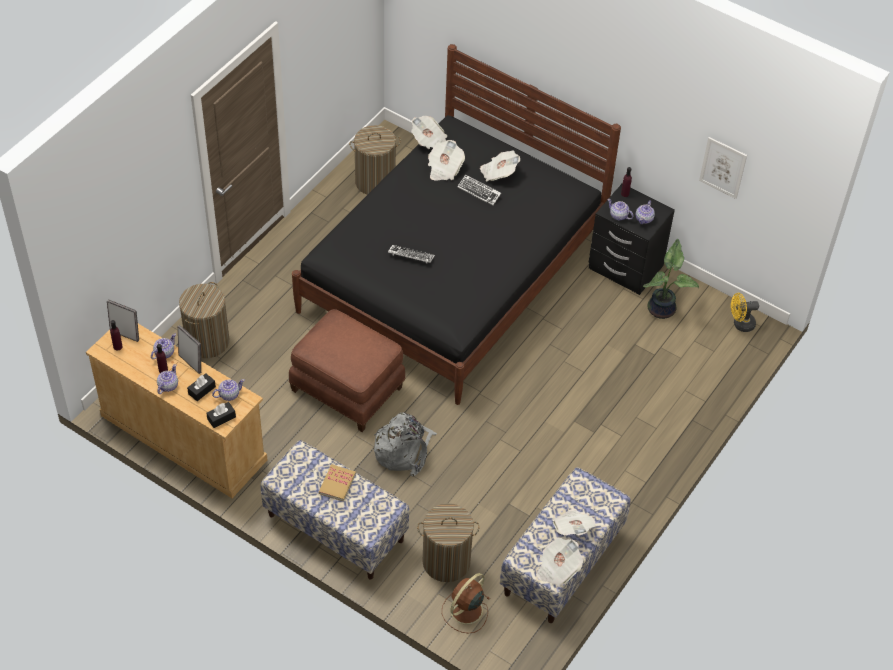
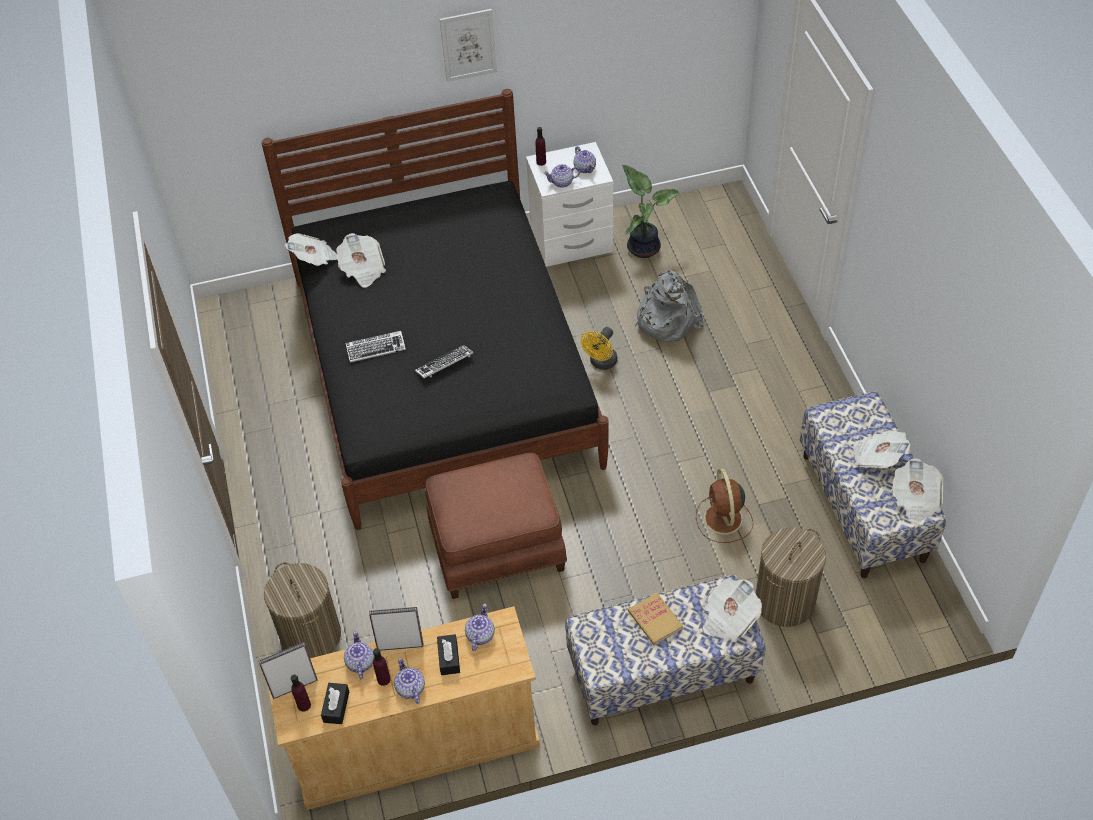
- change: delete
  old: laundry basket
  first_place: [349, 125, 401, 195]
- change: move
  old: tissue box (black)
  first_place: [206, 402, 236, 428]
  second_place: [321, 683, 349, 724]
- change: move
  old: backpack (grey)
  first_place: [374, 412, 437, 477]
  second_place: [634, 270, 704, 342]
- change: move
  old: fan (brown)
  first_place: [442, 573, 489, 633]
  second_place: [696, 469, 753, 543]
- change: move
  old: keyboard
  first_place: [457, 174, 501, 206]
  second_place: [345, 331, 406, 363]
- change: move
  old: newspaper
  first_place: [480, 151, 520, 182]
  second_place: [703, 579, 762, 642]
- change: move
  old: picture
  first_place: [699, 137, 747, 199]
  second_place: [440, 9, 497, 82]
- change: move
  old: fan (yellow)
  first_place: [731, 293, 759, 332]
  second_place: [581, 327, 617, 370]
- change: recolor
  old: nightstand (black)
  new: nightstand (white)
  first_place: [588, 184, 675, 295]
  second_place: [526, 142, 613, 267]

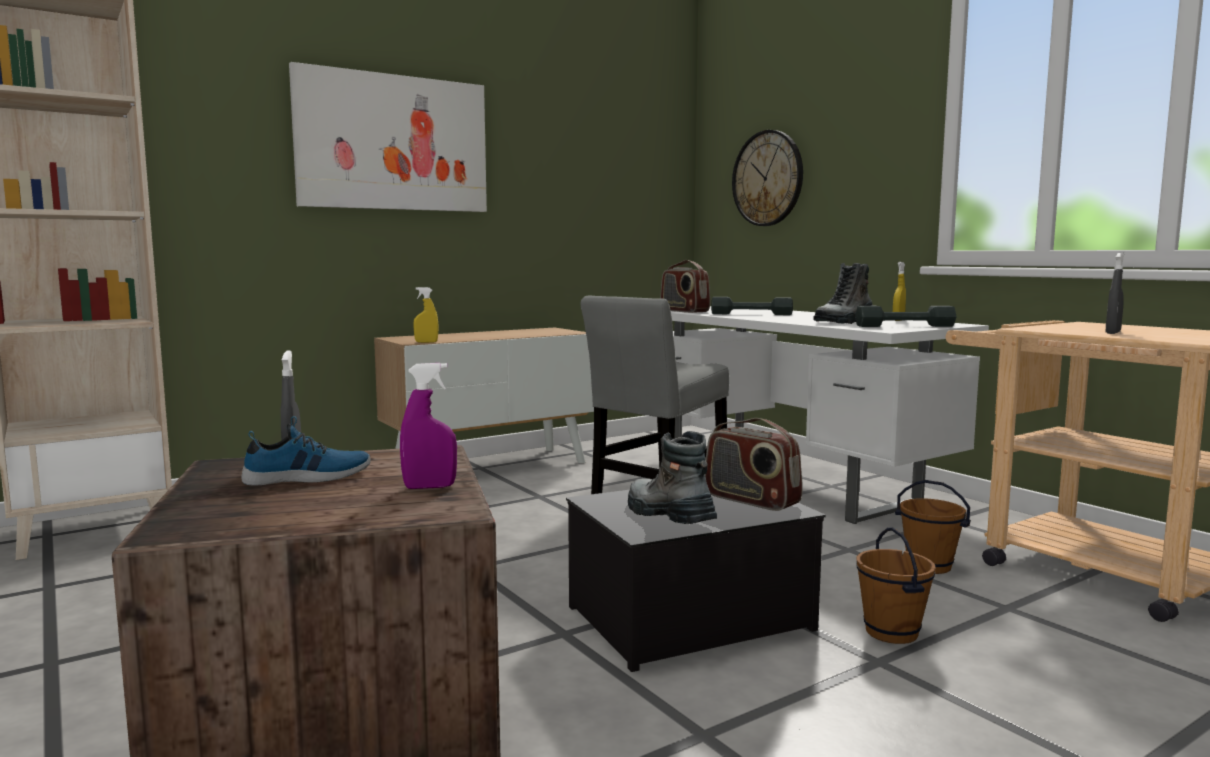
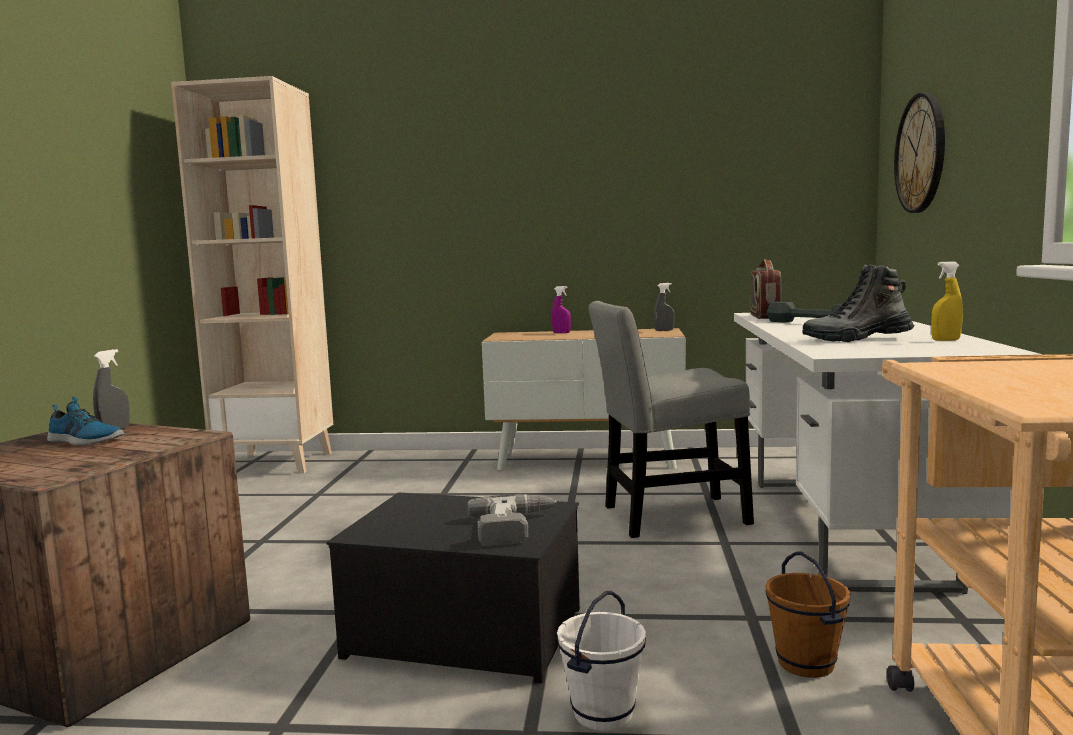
- change: delete
  old: picture
  first_place: [289, 62, 487, 212]
- change: delete
  old: spray bottle (yellow)
  first_place: [413, 287, 438, 343]
- change: delete
  old: boot
  first_place: [628, 431, 717, 524]
- change: delete
  old: dumbbell (grey)
  first_place: [855, 306, 956, 327]
- change: move
  old: spray bottle (purple)
  first_place: [400, 363, 457, 489]
  second_place: [552, 286, 571, 333]
- change: move
  old: spray bottle (grey)
  first_place: [1106, 253, 1124, 334]
  second_place: [654, 283, 675, 331]
- change: replace
  old: radio
  new: power drill
  first_place: [705, 418, 803, 511]
  second_place: [467, 494, 557, 546]
- change: recolor
  old: bucket (brown)
  new: bucket (white)
  first_place: [856, 527, 936, 644]
  second_place: [557, 591, 646, 731]

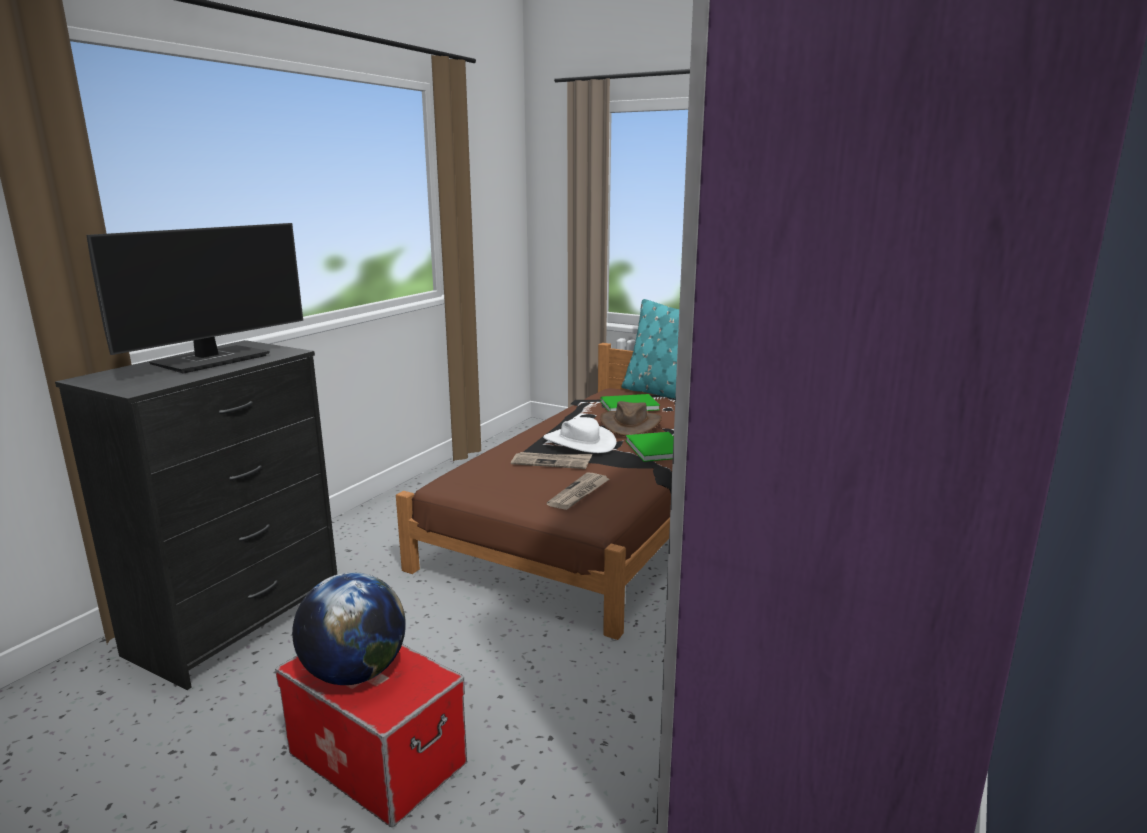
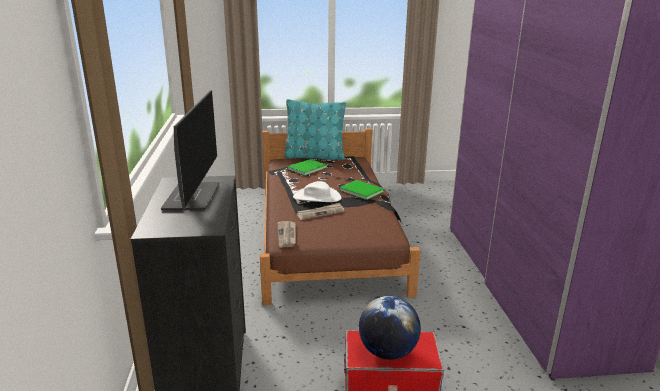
- change: delete
  old: hat (brown)
  first_place: [600, 401, 662, 436]
- change: move
  old: newspaper
  first_place: [547, 473, 609, 510]
  second_place: [278, 221, 296, 247]

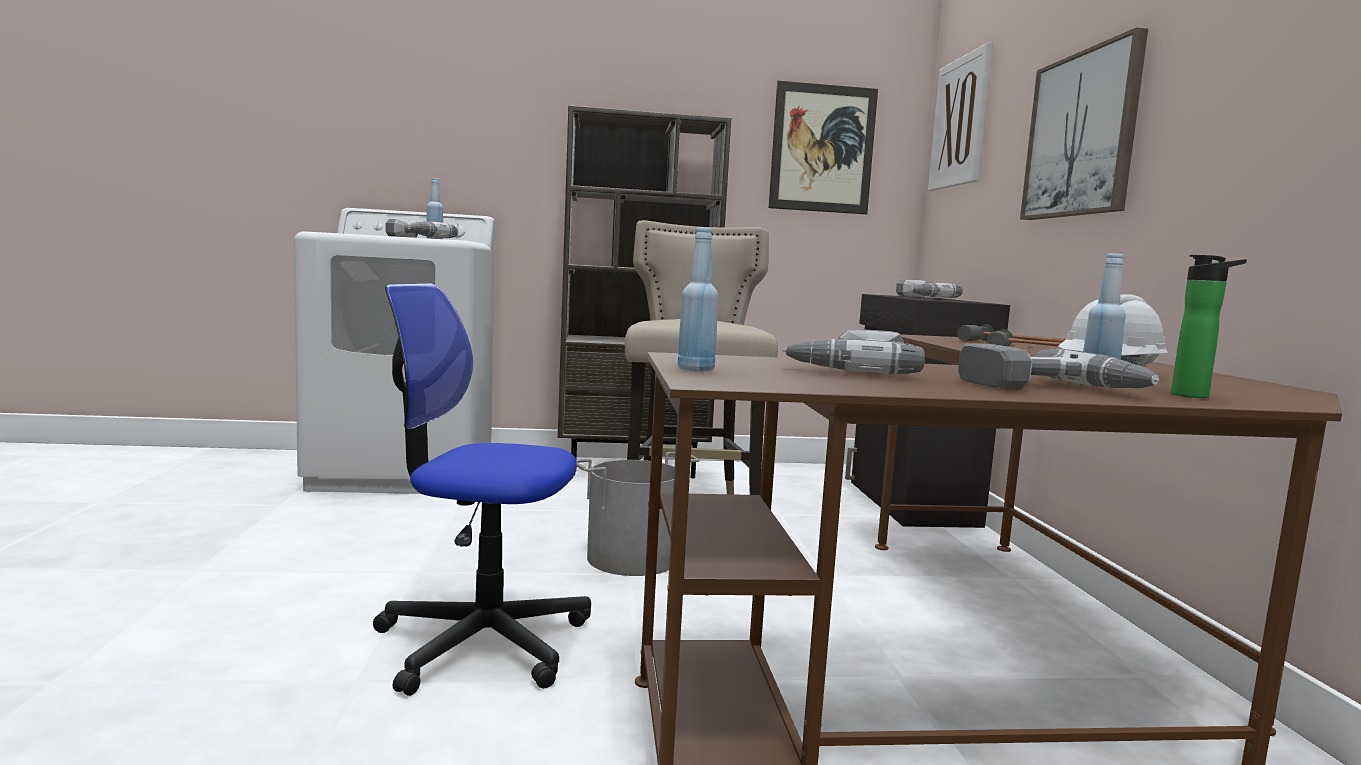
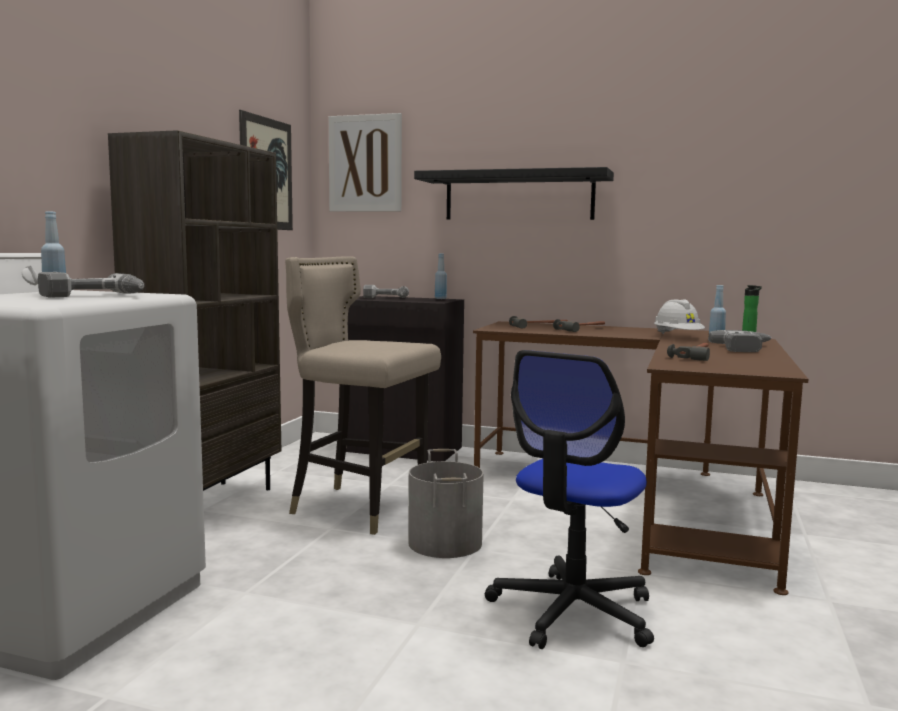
- change: move
  old: bottle (blue)
  first_place: [678, 227, 718, 372]
  second_place: [435, 254, 447, 299]
- change: replace
  old: power drill
  new: hammer
  first_place: [783, 329, 925, 374]
  second_place: [667, 343, 710, 361]
- change: replace
  old: picture
  new: shelf (black)
  first_place: [1020, 28, 1148, 220]
  second_place: [414, 167, 614, 220]

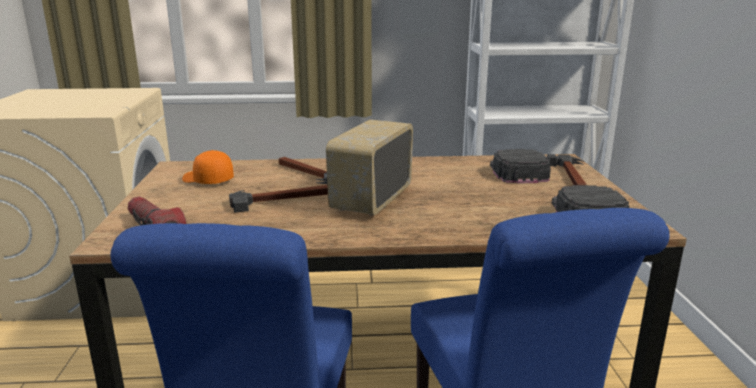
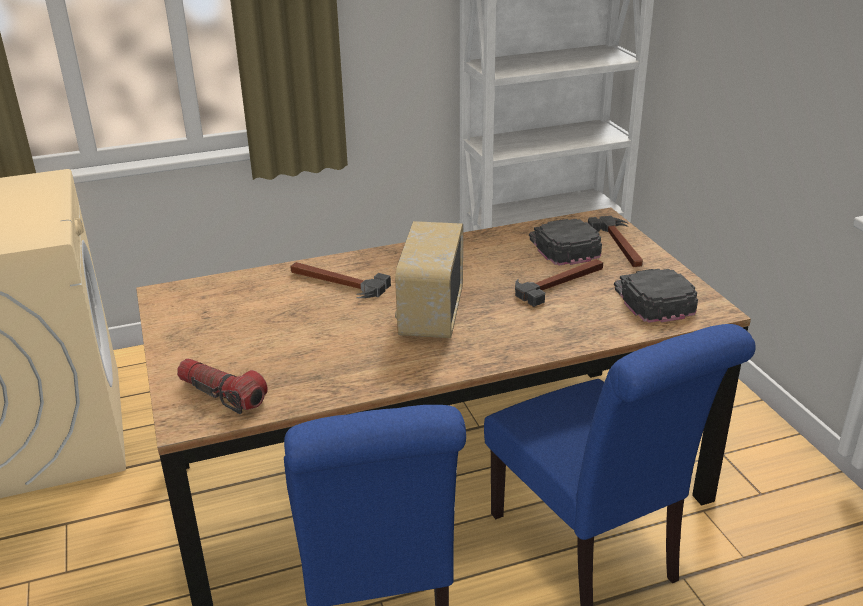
- change: delete
  old: cap (orange)
  first_place: [182, 150, 234, 184]
- change: move
  old: hammer
  first_place: [229, 185, 328, 213]
  second_place: [515, 259, 603, 307]

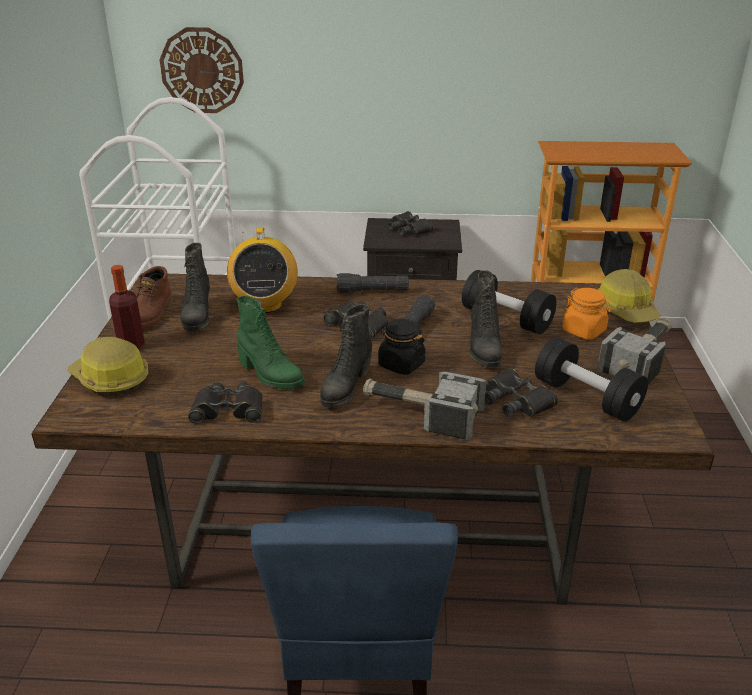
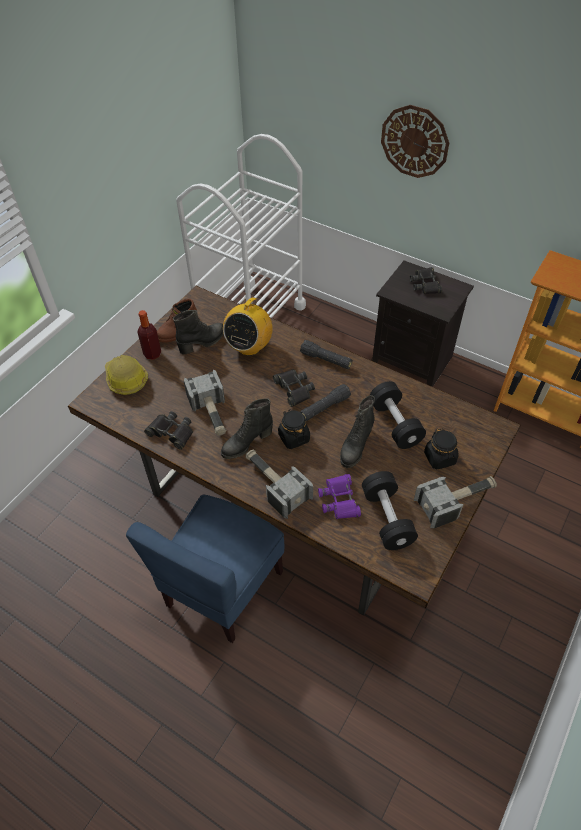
- change: delete
  old: hard hat
  first_place: [598, 269, 661, 323]
- change: move
  old: wall clock
  first_place: [159, 27, 244, 113]
  second_place: [381, 105, 449, 178]
- change: replace
  old: boot (green)
  new: hammer
  first_place: [237, 296, 305, 389]
  second_place: [184, 369, 227, 436]
- change: recolor
  old: binoculars (black)
  new: binoculars (purple)
  first_place: [485, 368, 558, 417]
  second_place: [318, 474, 361, 519]
- change: recolor
  old: jar (orange)
  new: jar (black)
  first_place: [562, 288, 612, 339]
  second_place: [424, 428, 459, 469]
- change: rotate
  old: boot (black)
  first_place: [181, 243, 210, 332]
  second_place: [173, 310, 224, 355]
  degrees: -150

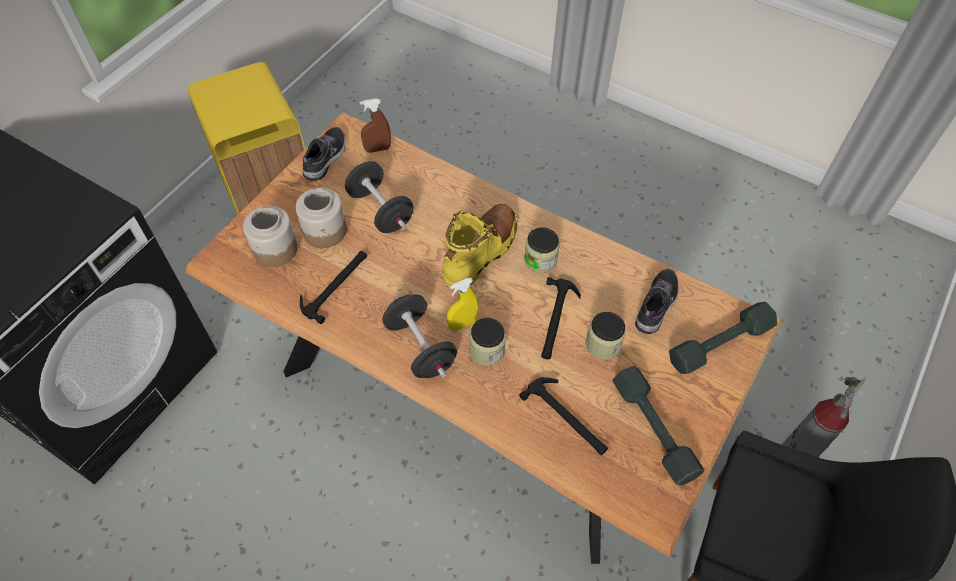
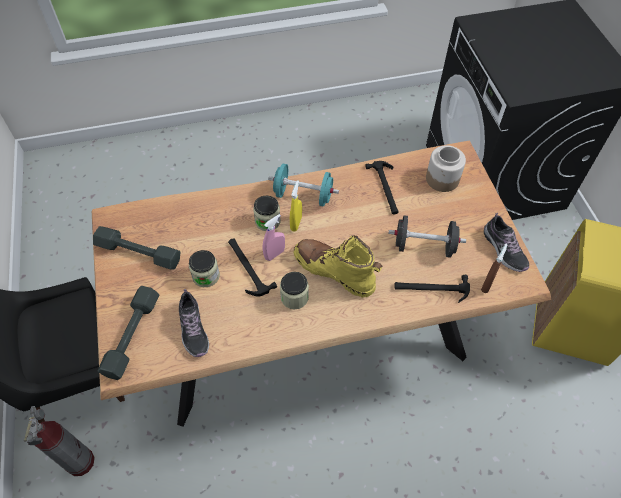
- change: delete
  old: jar
  first_place: [295, 188, 347, 248]
- change: insert
  new: spray bottle (pink)
  second_place: [263, 214, 285, 261]
- change: move
  old: hammer
  first_place: [519, 377, 608, 455]
  second_place: [394, 275, 470, 303]
- change: recolor
  old: dumbbell (black)
  new: dumbbell (turquoise)
  first_place: [382, 294, 457, 378]
  second_place: [268, 164, 339, 206]
- change: rotate
  old: boot (yellow)
  first_place: [442, 204, 517, 289]
  second_place: [293, 235, 383, 298]
  degrees: 135

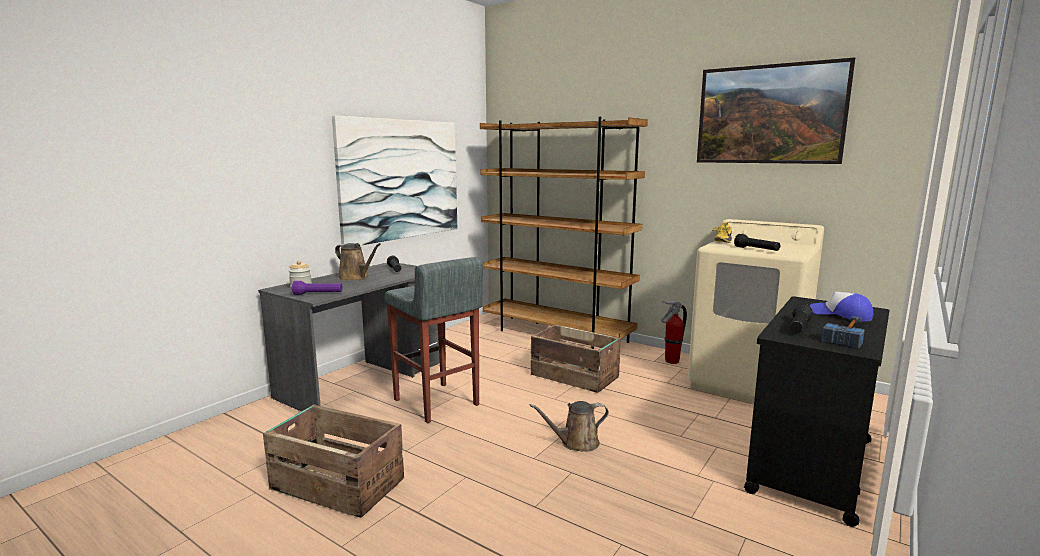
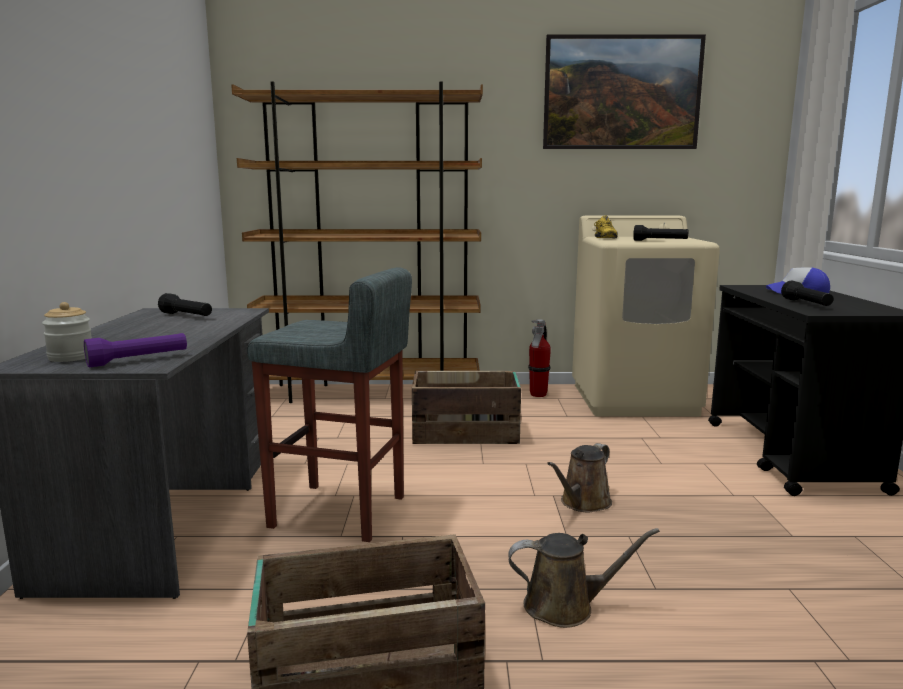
- change: delete
  old: picture
  first_place: [332, 115, 457, 245]
- change: delete
  old: hammer
  first_place: [821, 316, 865, 348]
- change: move
  old: watering can (brown)
  first_place: [335, 243, 381, 281]
  second_place: [508, 528, 660, 628]

